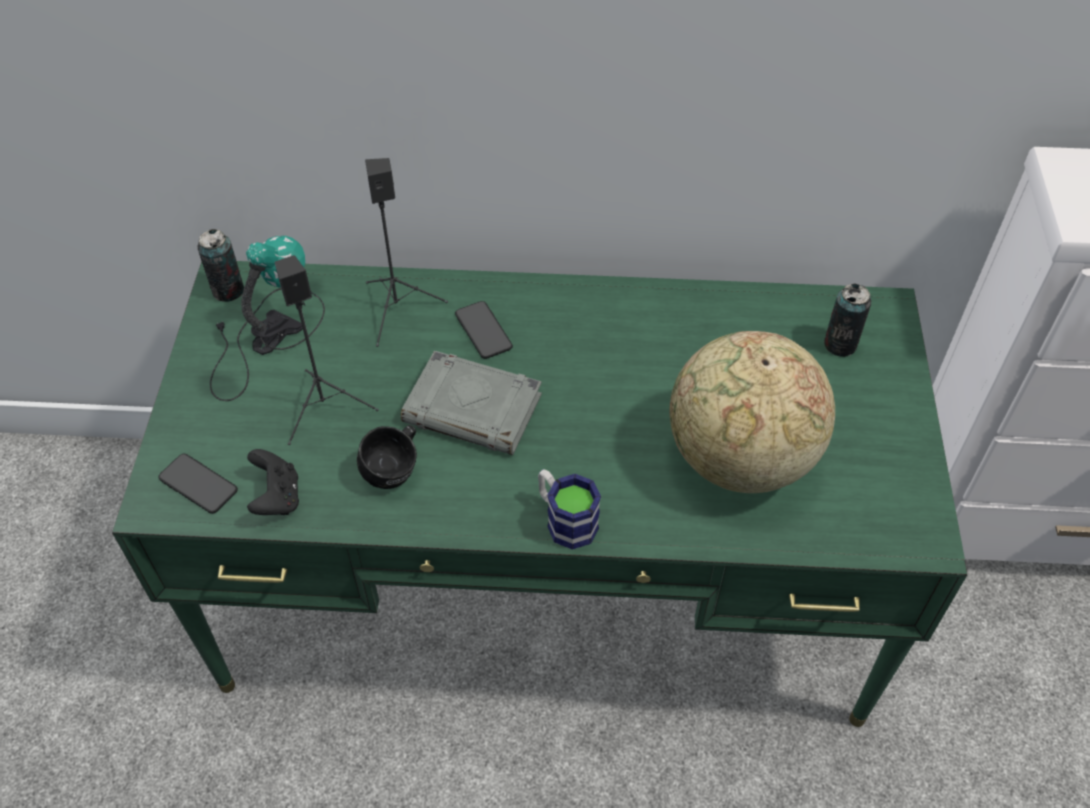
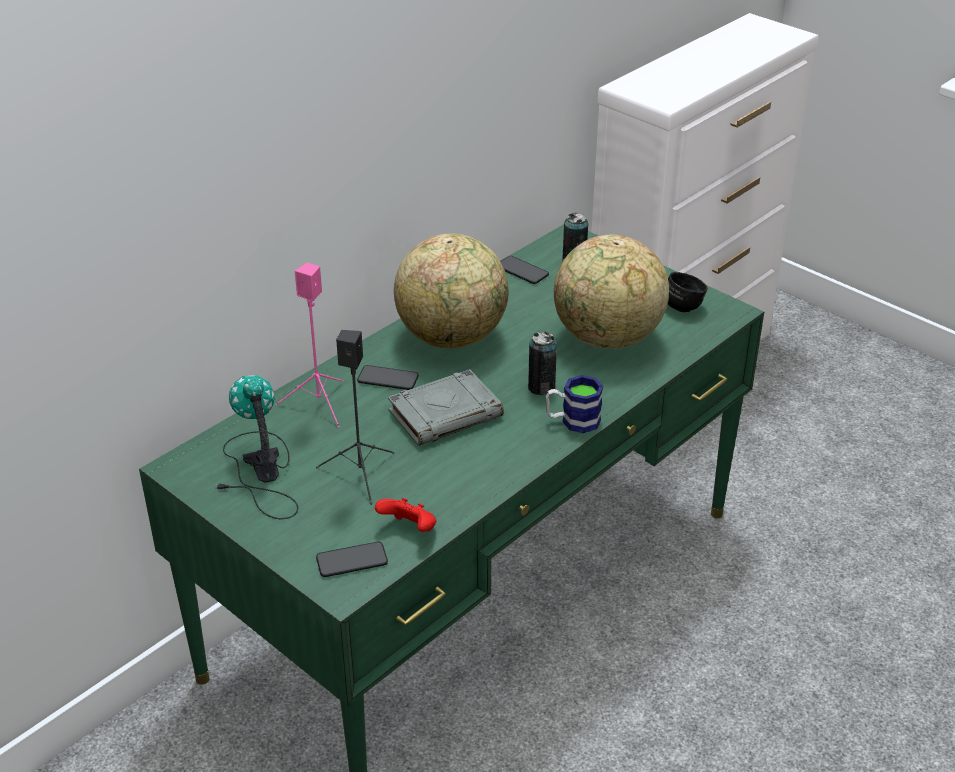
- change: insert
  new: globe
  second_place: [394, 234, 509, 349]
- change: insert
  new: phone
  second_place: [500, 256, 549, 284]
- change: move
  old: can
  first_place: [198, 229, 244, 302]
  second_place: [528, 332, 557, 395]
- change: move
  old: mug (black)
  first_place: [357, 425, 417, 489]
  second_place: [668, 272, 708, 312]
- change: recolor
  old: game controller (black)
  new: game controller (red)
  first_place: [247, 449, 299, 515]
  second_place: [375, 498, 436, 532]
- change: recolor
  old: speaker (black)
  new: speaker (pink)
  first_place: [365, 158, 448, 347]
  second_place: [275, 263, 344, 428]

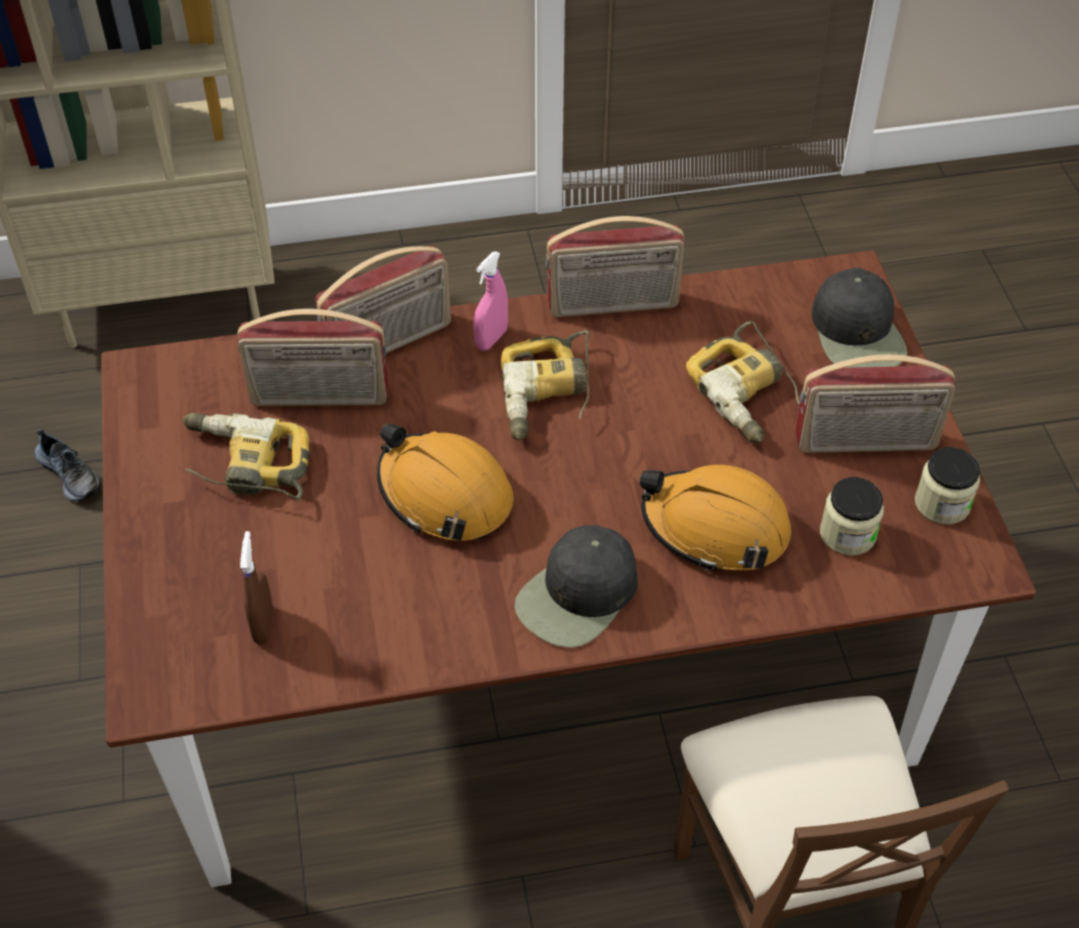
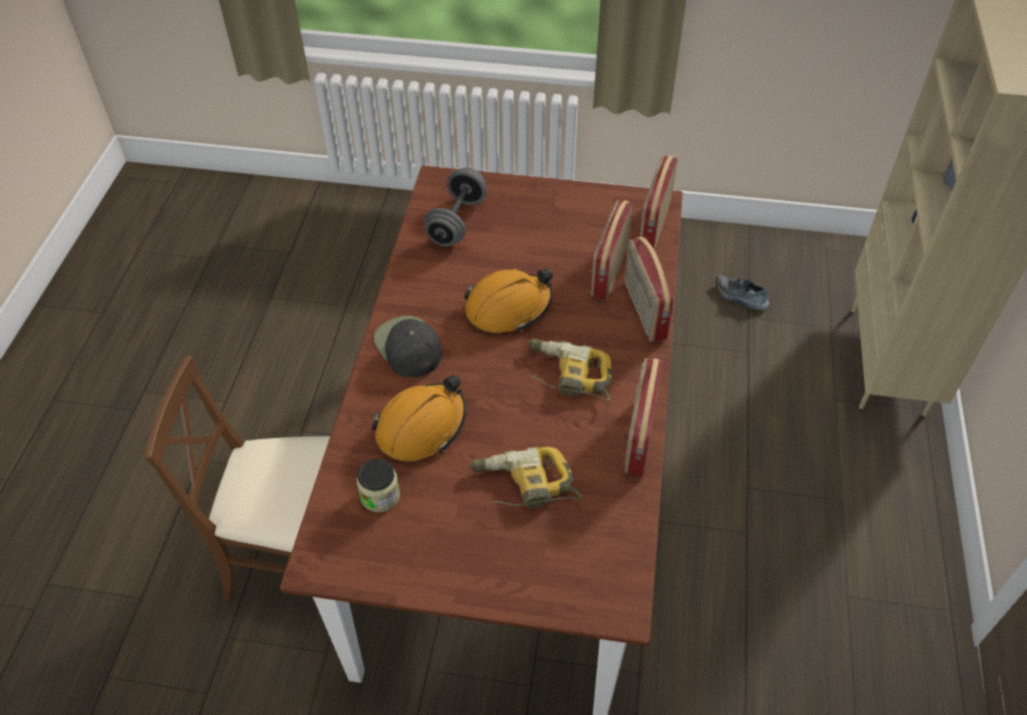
- change: delete
  old: power drill
  first_place: [183, 413, 309, 500]
- change: delete
  old: spray bottle (pink)
  first_place: [473, 251, 508, 351]
- change: delete
  old: cap (black)
  first_place: [812, 268, 907, 368]
- change: delete
  old: jar
  first_place: [915, 447, 980, 525]
- change: move
  old: radio
  first_place: [795, 355, 955, 453]
  second_place: [640, 156, 678, 250]
- change: replace
  old: spray bottle (brown)
  new: dumbbell (grey)
  first_place: [240, 531, 273, 645]
  second_place: [424, 168, 487, 246]
- change: rotate
  old: shoe
  first_place: [35, 429, 101, 501]
  second_place: [716, 275, 770, 310]
  degrees: 60

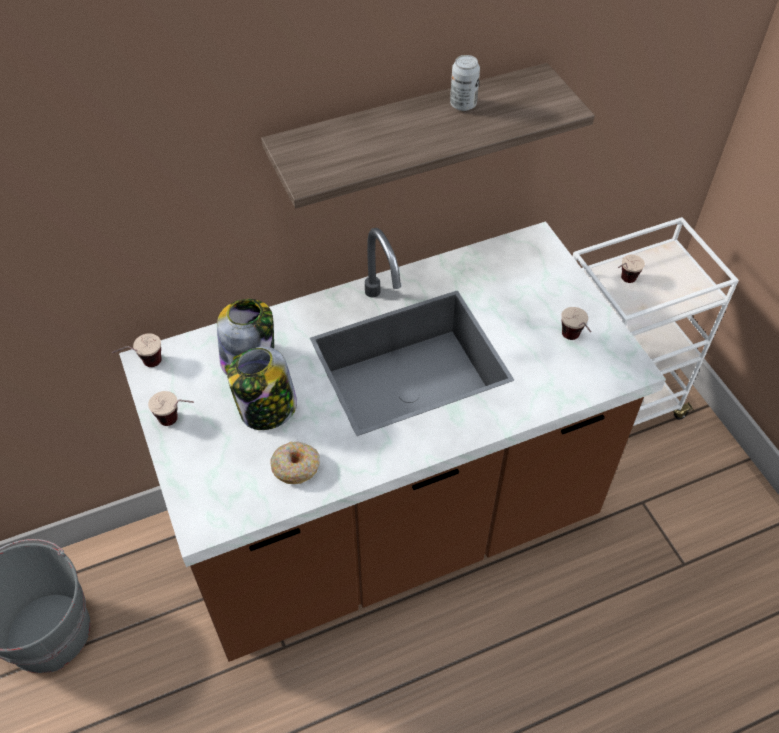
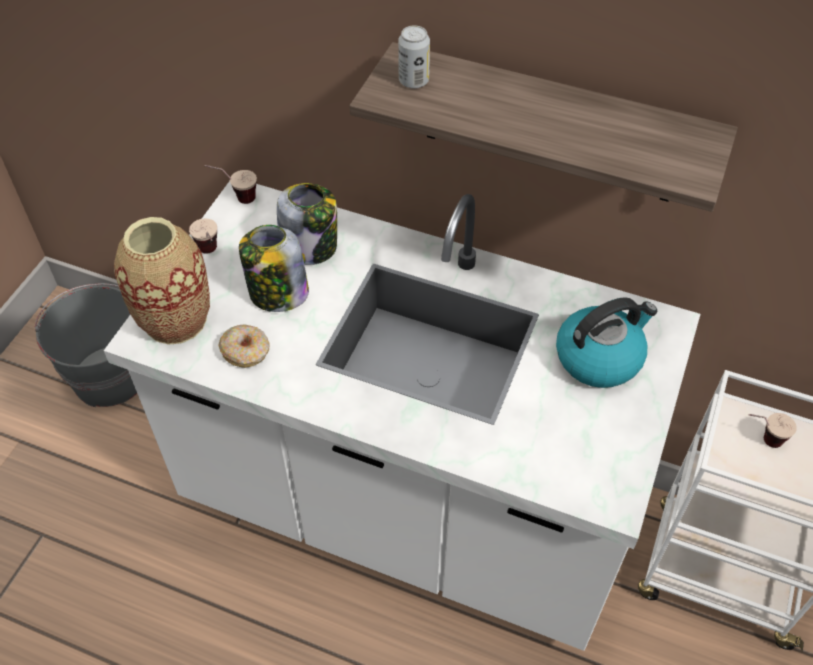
- change: delete
  old: cup
  first_place: [561, 307, 591, 340]
- change: insert
  new: vase
  second_place: [114, 217, 210, 345]
- change: insert
  new: kettle
  second_place: [556, 297, 657, 388]
- change: move
  old: can
  first_place: [450, 55, 480, 111]
  second_place: [398, 25, 430, 89]
- change: recolor
  old: counter (brown)
  new: counter (white)
  first_place: [119, 221, 666, 662]
  second_place: [104, 181, 700, 651]

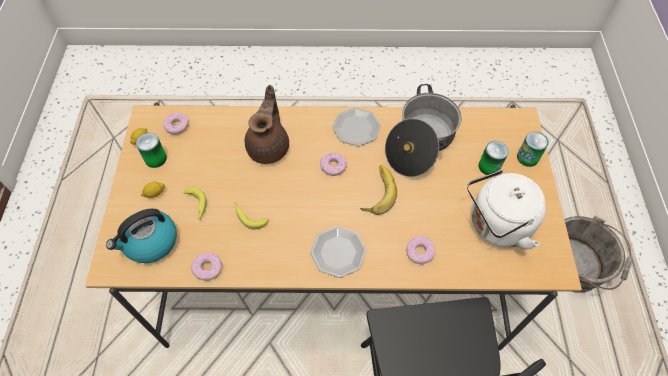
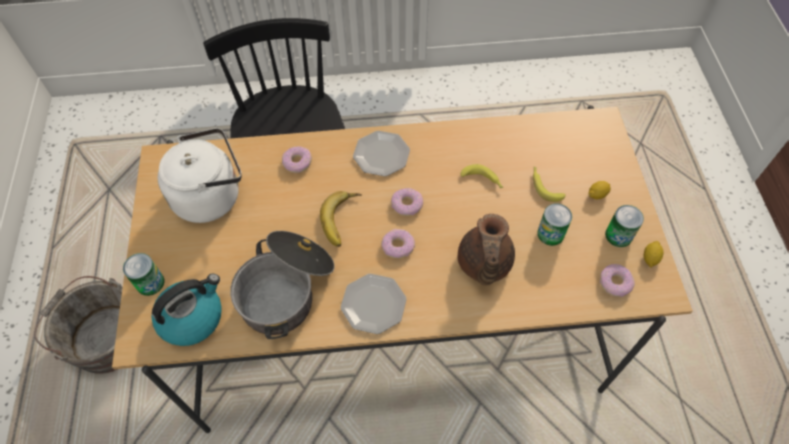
- change: move
  old: kettle
  first_place: [106, 209, 177, 263]
  second_place: [151, 274, 222, 346]
- change: move
  old: donut
  first_place: [191, 252, 222, 281]
  second_place: [391, 188, 423, 216]
- change: move
  old: can
  first_place: [479, 141, 509, 175]
  second_place: [537, 204, 572, 246]

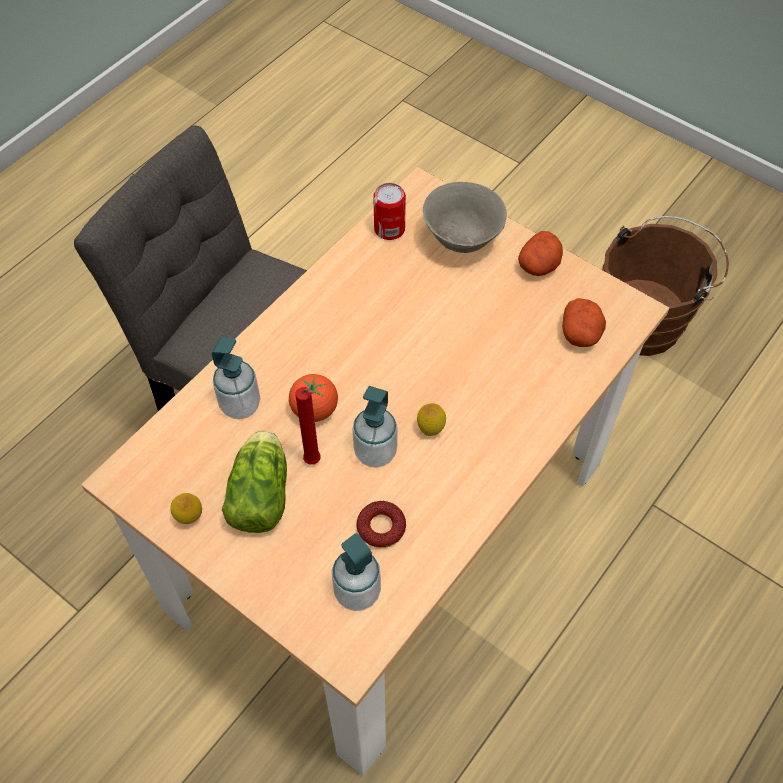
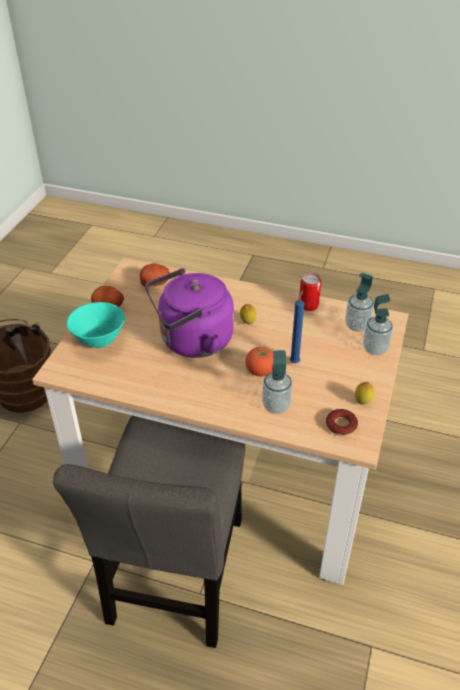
- change: delete
  old: lettuce
  first_place: [222, 430, 287, 533]
- change: insert
  new: kettle (purple)
  second_place: [145, 268, 234, 358]
- change: move
  old: soap dispenser
  first_place: [352, 386, 398, 468]
  second_place: [363, 294, 393, 355]
- change: move
  old: donut
  first_place: [356, 501, 406, 548]
  second_place: [326, 409, 358, 436]
- change: move
  old: can
  first_place: [373, 183, 406, 240]
  second_place: [300, 273, 322, 311]
- change: recolor
  old: candle (red)
  new: candle (blue)
  first_place: [296, 387, 321, 465]
  second_place: [290, 290, 304, 363]
- change: recolor
  old: bowl (grey)
  new: bowl (turquoise)
  first_place: [423, 182, 507, 253]
  second_place: [67, 302, 125, 348]

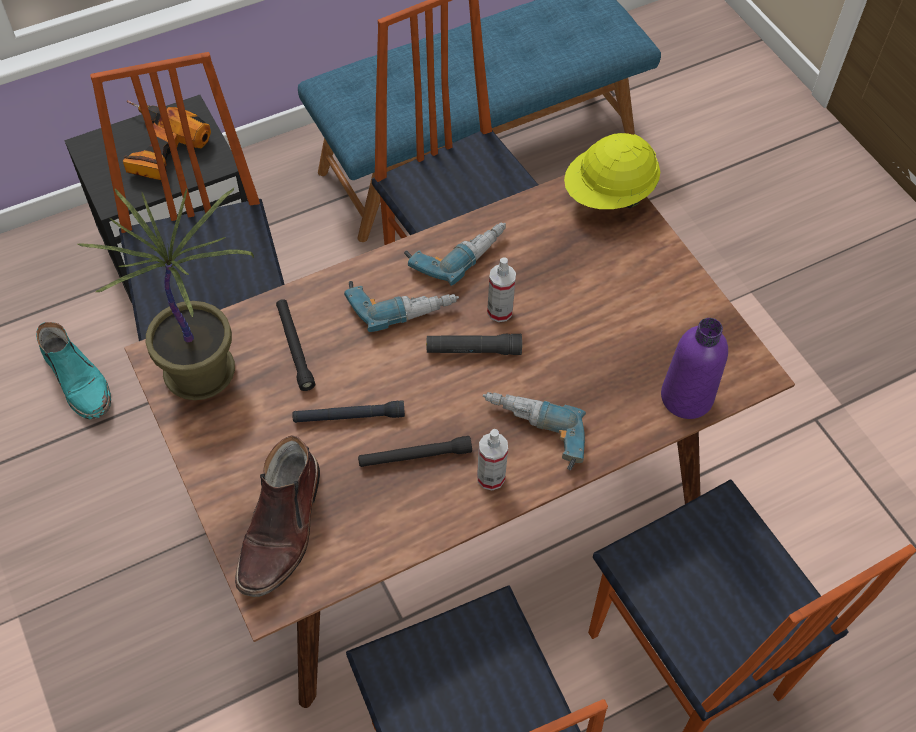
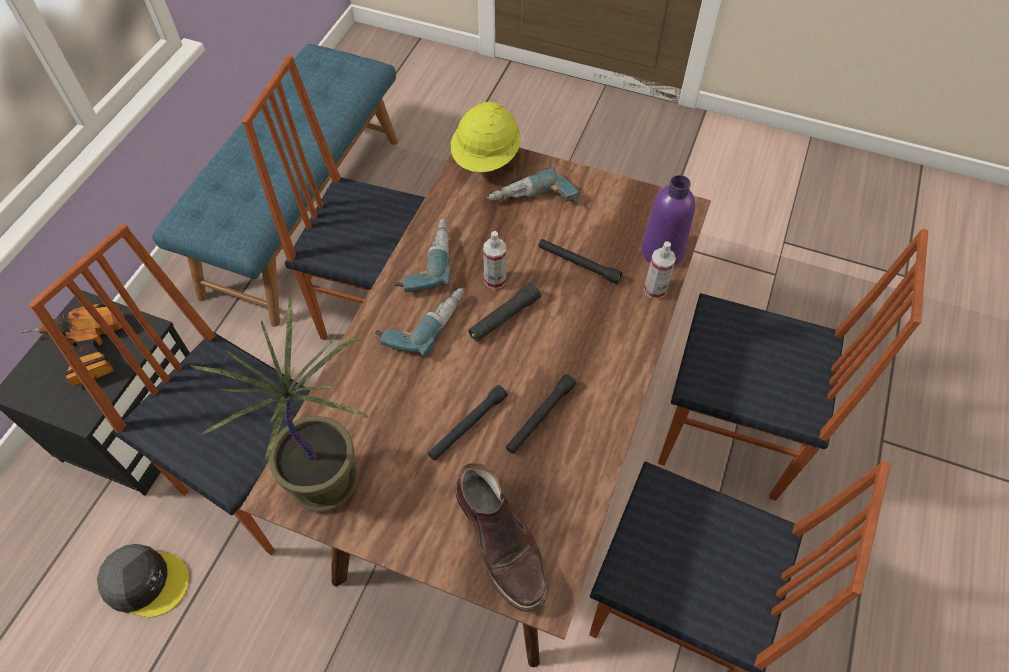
- change: move
  old: flashlight (black)
  first_place: [276, 299, 315, 391]
  second_place: [538, 239, 622, 284]
- change: move
  old: spray bottle
  first_place: [477, 429, 508, 490]
  second_place: [644, 241, 676, 299]
- change: move
  old: power drill
  first_place: [483, 392, 586, 470]
  second_place: [487, 168, 580, 204]
- change: replace
  old: boot (turquoise)
  new: cap (grey)
  first_place: [36, 322, 111, 419]
  second_place: [97, 544, 189, 617]

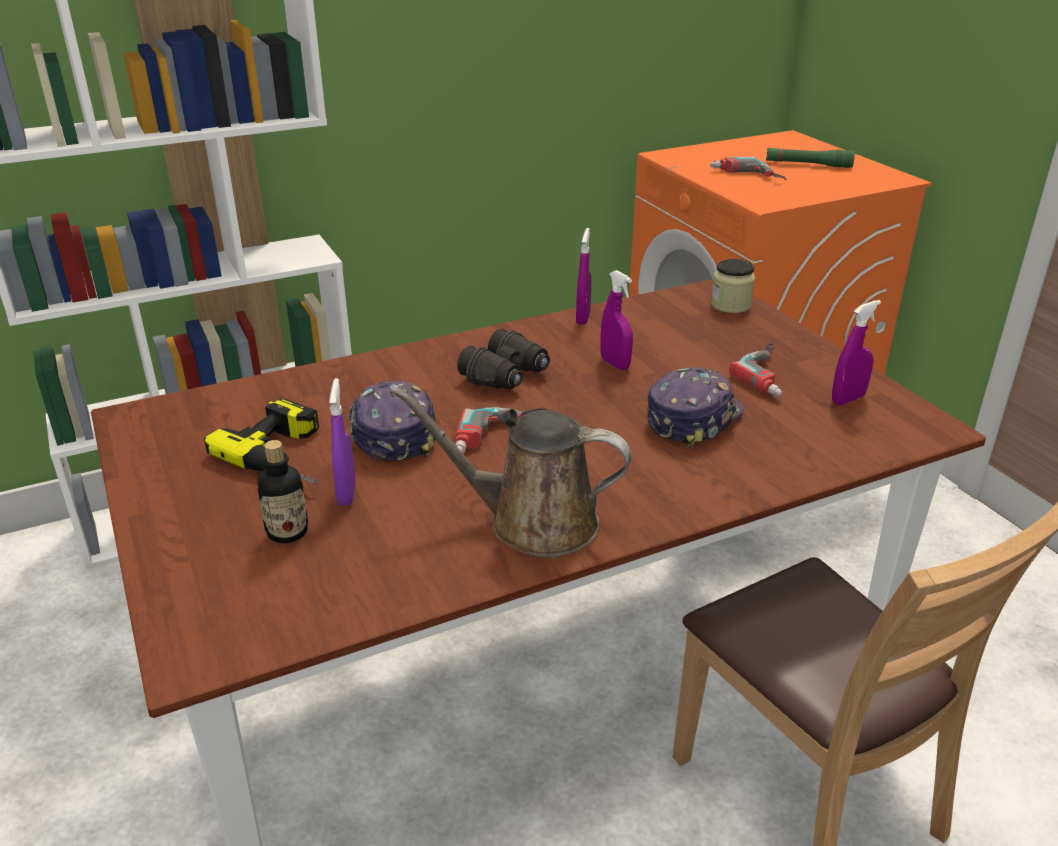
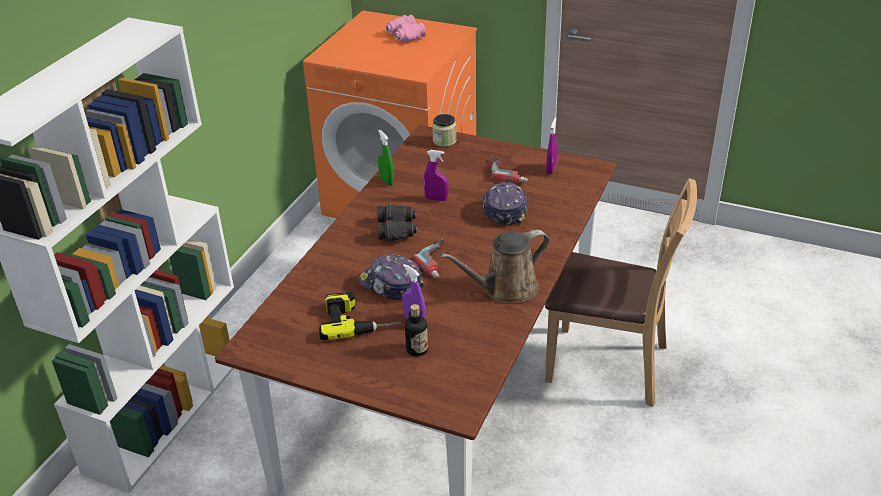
- change: delete
  old: power drill
  first_place: [710, 156, 787, 180]
- change: replace
  old: flashlight (green)
  new: binoculars (pink)
  first_place: [766, 148, 855, 168]
  second_place: [386, 15, 426, 41]
- change: recolor
  old: spray bottle (purple)
  new: spray bottle (green)
  first_place: [576, 228, 591, 325]
  second_place: [378, 130, 394, 186]

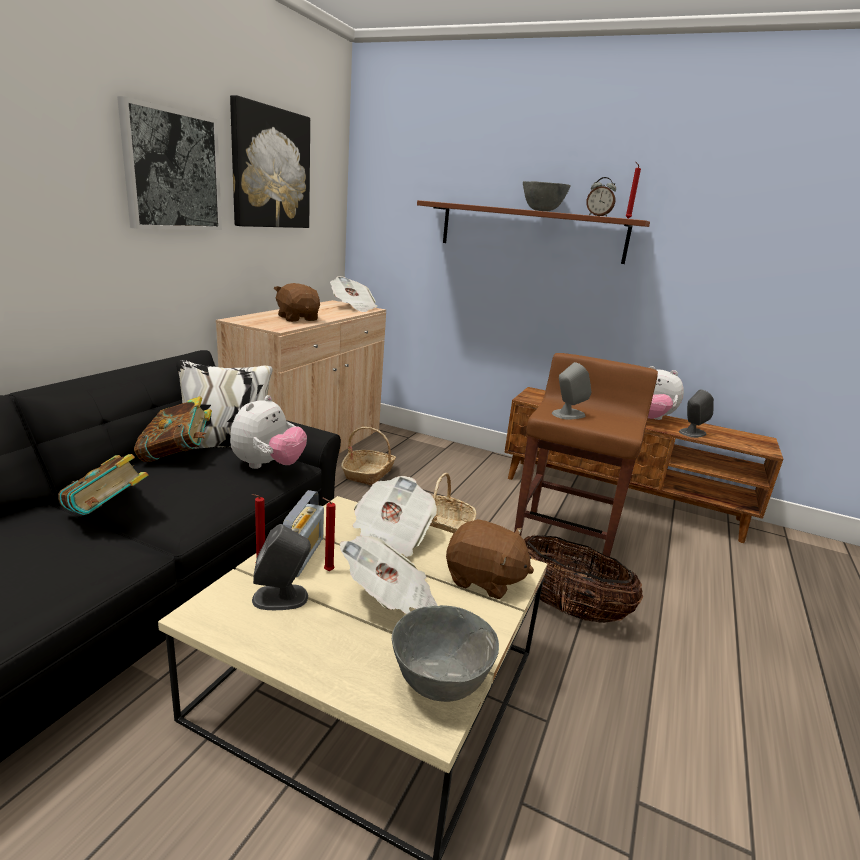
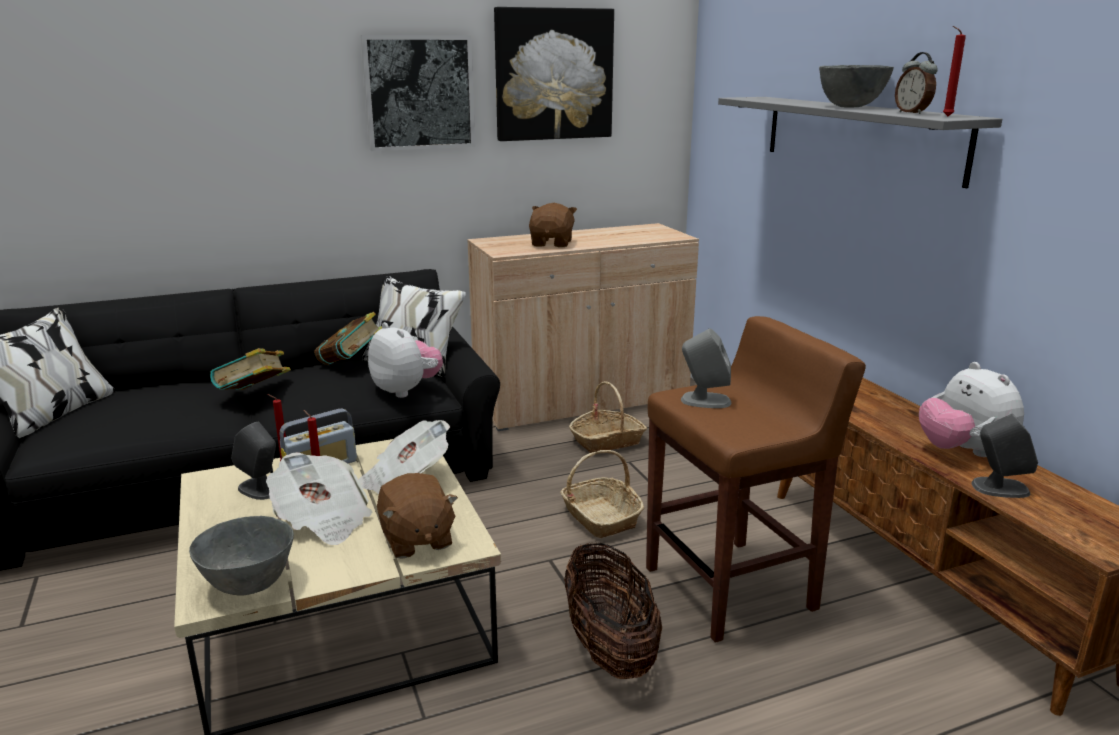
- change: delete
  old: newspaper
  first_place: [330, 276, 378, 312]
- change: recolor
  old: shelf (brown)
  new: shelf (grey)
  first_place: [417, 200, 650, 264]
  second_place: [718, 97, 1002, 188]
- change: rotate
  old: plush toy
  first_place: [230, 395, 307, 469]
  second_place: [368, 322, 443, 398]
  degrees: -105

